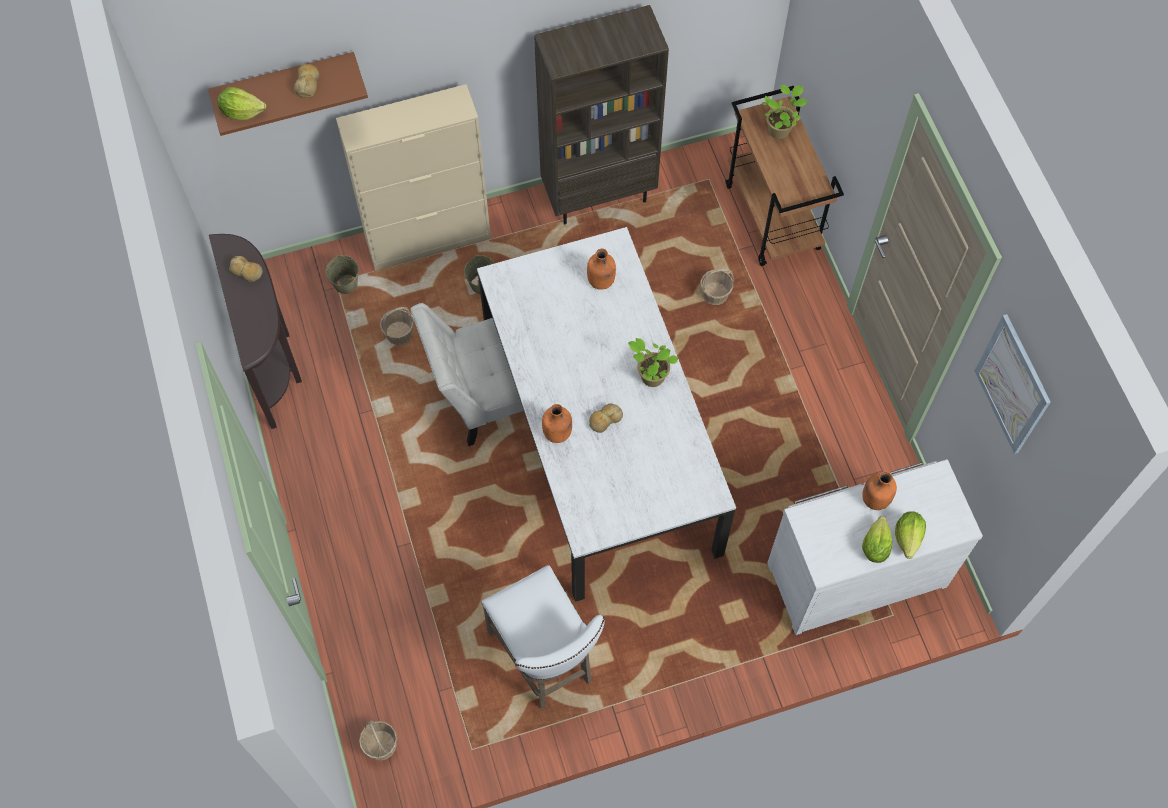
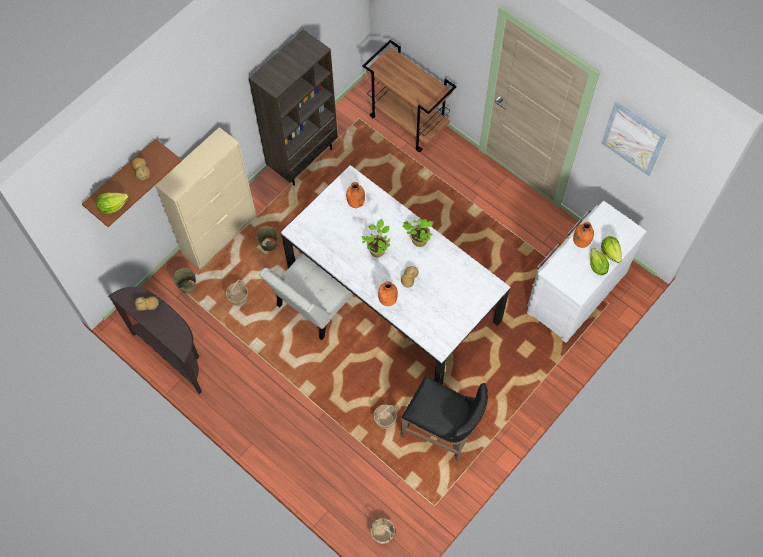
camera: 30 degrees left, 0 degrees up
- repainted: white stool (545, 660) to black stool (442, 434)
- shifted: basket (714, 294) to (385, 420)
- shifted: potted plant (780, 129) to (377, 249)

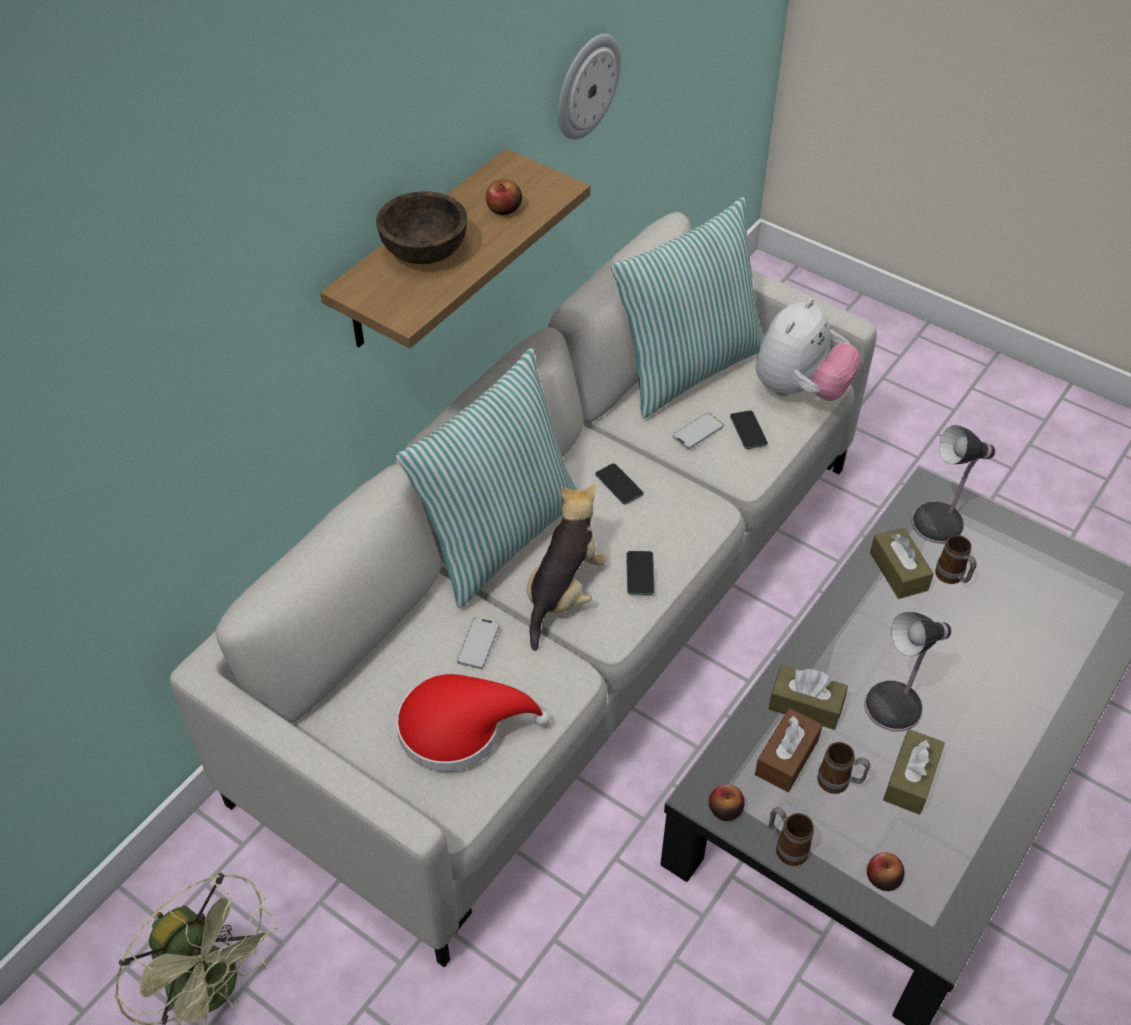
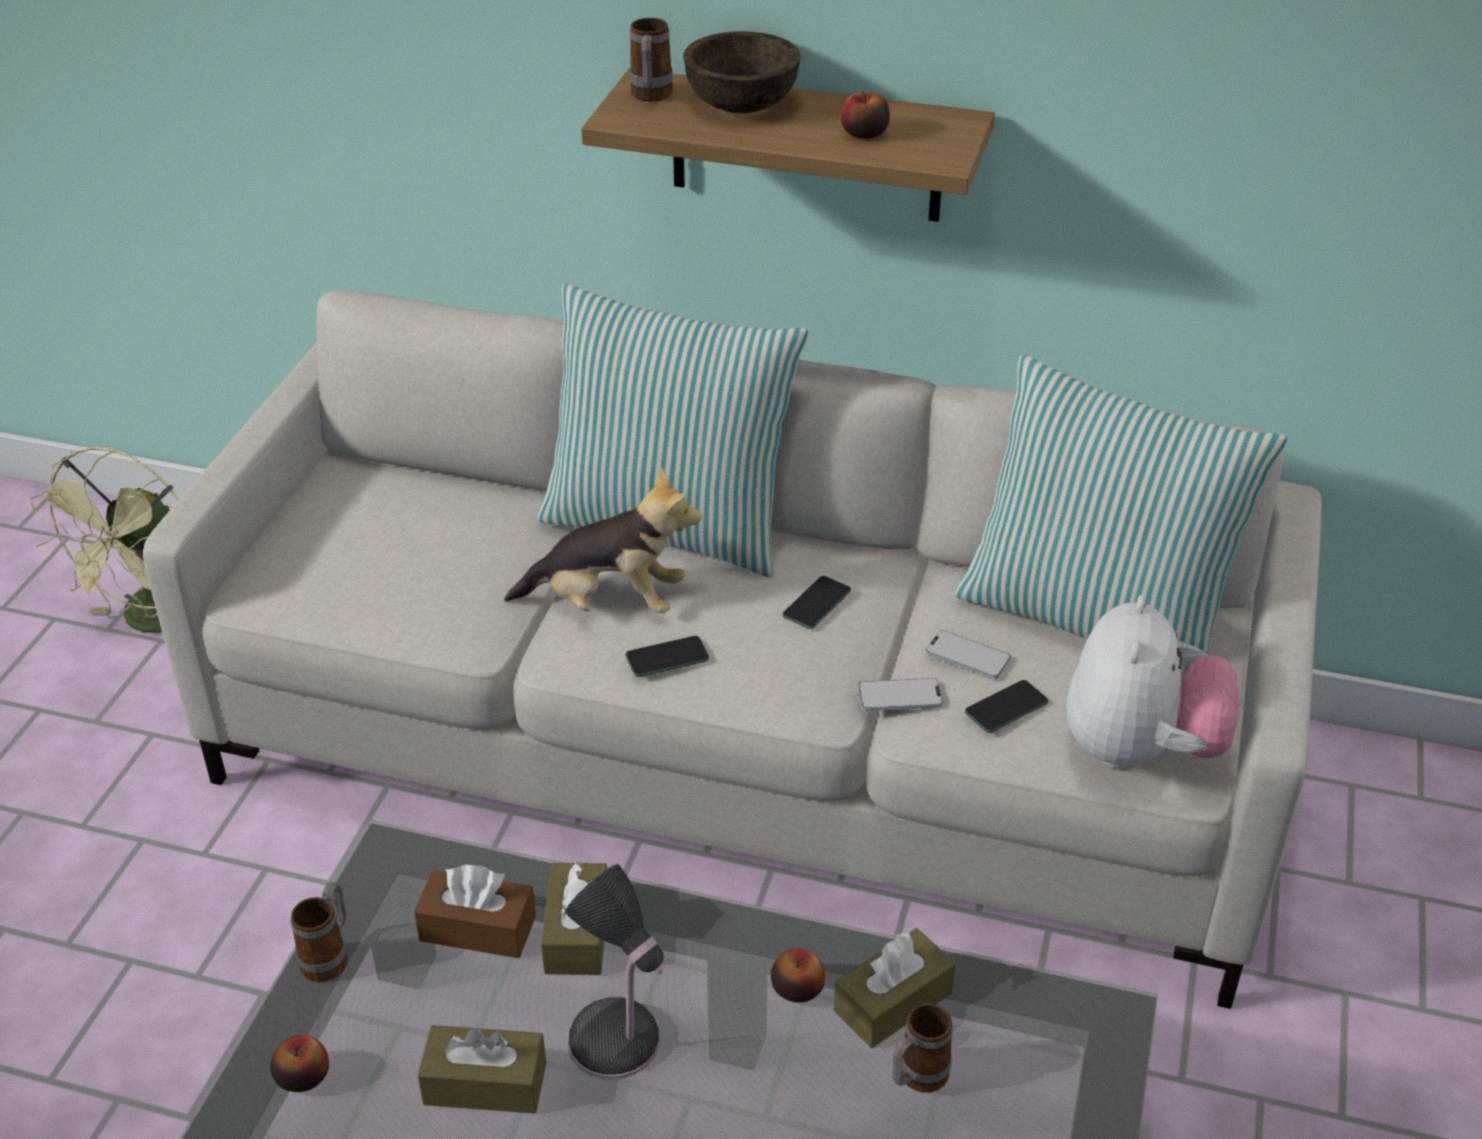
camera: 70 degrees right, 10 degrees down
- gone: red hat (459, 727)
- shifted: phone (478, 644) to (899, 696)
- gone: wall clock (586, 86)
- shifted: apple (725, 809) to (797, 988)
- rotated: plush toy (800, 390) = (1139, 749) 90 degrees counterclockwise
- shifted: mug (839, 783) to (650, 97)
- gone: table lamp (941, 523)

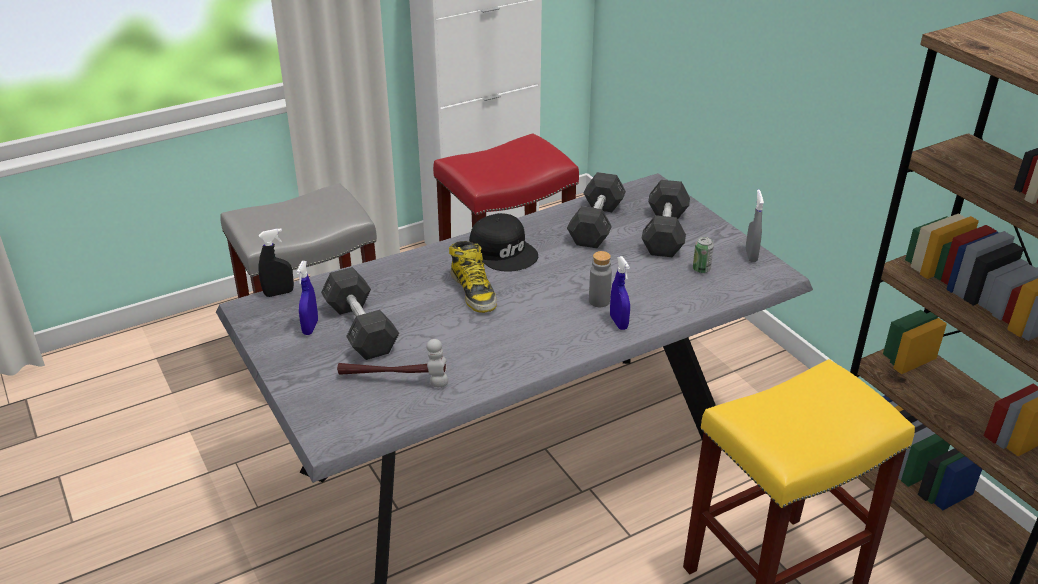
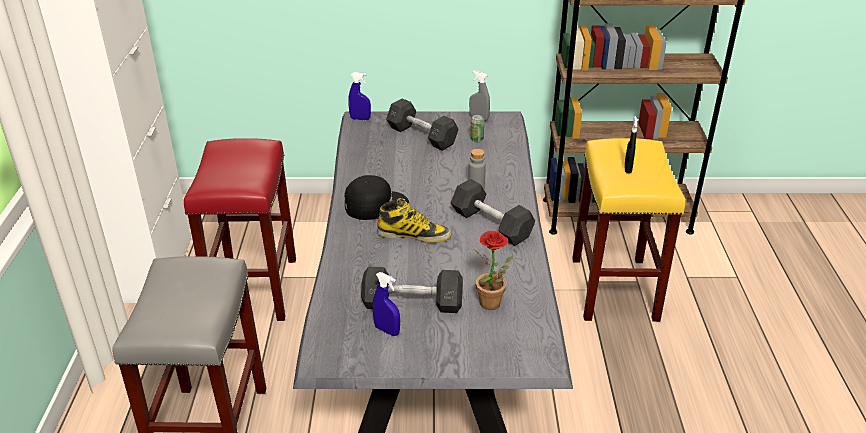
camera: 60 degrees left, 0 degrees up
- shifted: black spray bottle (279, 293) to (628, 168)
- swapped: hammer (394, 379) to potted plant (492, 306)
- shifted: grey dumbbell (596, 224) to (491, 225)
- shifted: blue spray bottle (618, 323) to (360, 119)

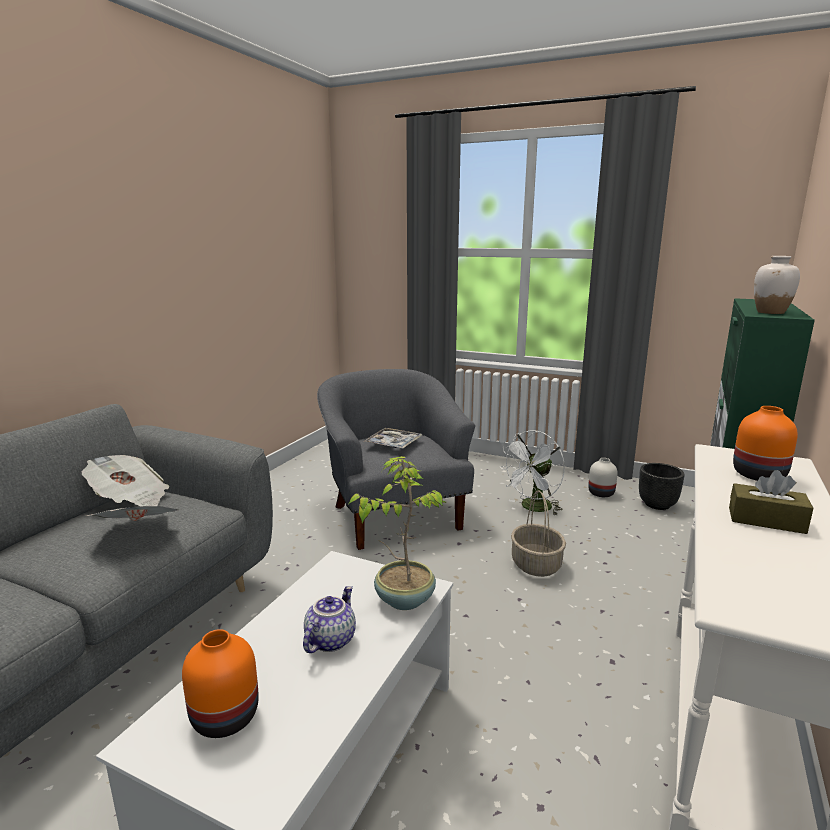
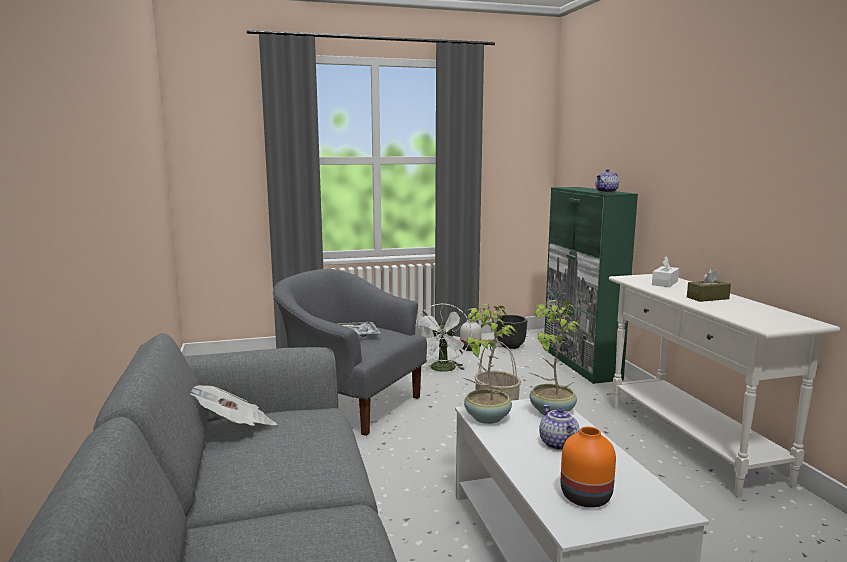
camera: 40 degrees left, 5 degrees down
- gone: newspaper (140, 533)
- swapped: orange vase (759, 475) to white tissue box (665, 283)
- swapped: white vase (771, 312) to teapot (606, 192)
- new: potted plant (486, 417)

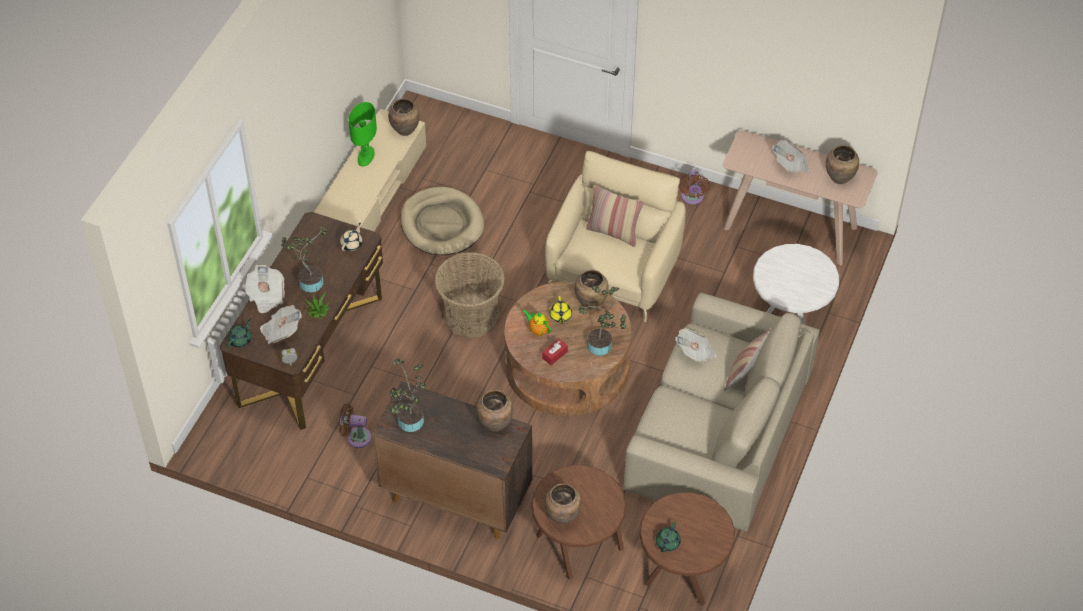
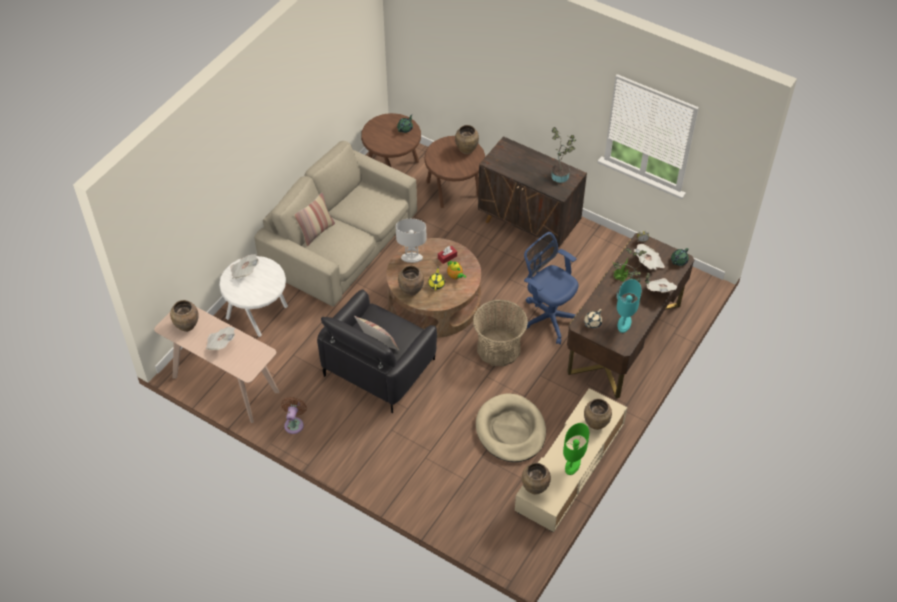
camera: 170 degrees left, 0 degrees up
- gone: brown fan (356, 437)
- shifted: brown vase (495, 424) to (596, 424)
- repainted: beige armchair (614, 272) to black armchair (379, 367)
- swapped: potted plant (602, 347) to white table lamp (411, 258)
- shifted: newspaper (695, 353) to (244, 271)
- new: blue office chair (548, 316)
- new: turquoise table lamp (624, 323)

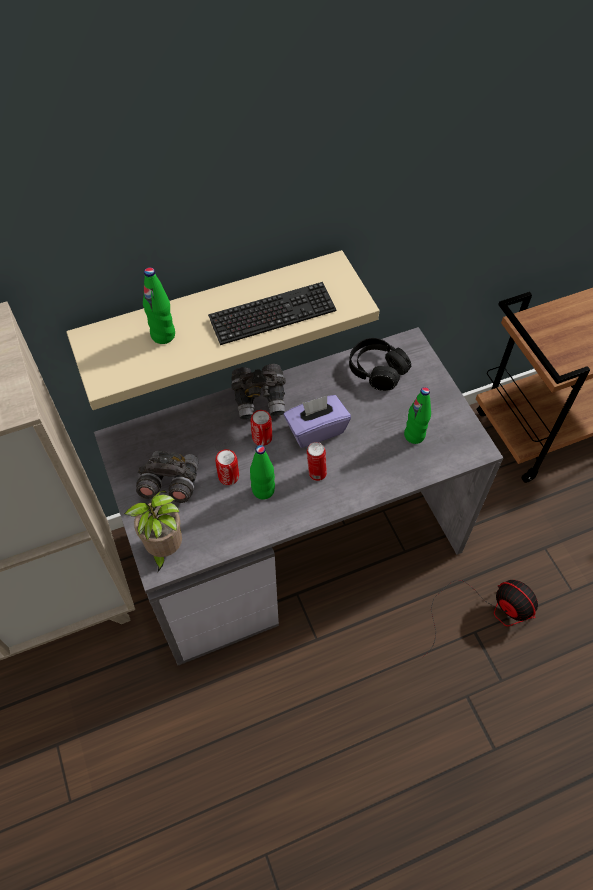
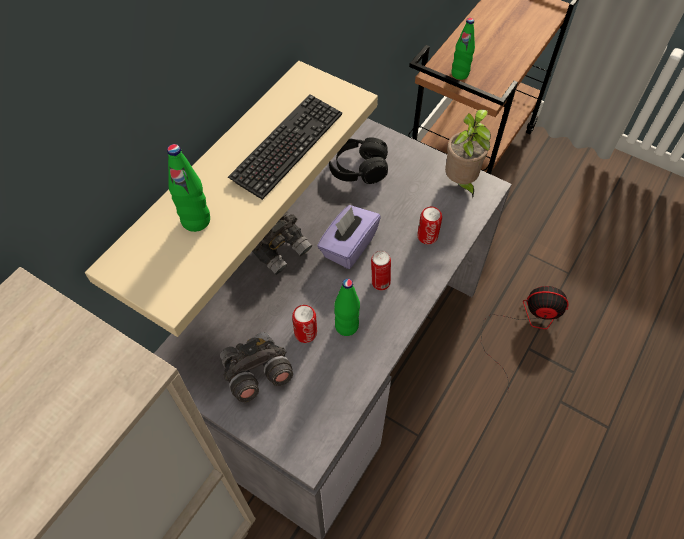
camera: 35 degrees left, 0 degrees up
- shifted: potted plant (164, 549) to (460, 183)
- shifted: can (262, 437) to (427, 236)
- shifted: green bottle (414, 435) to (459, 74)

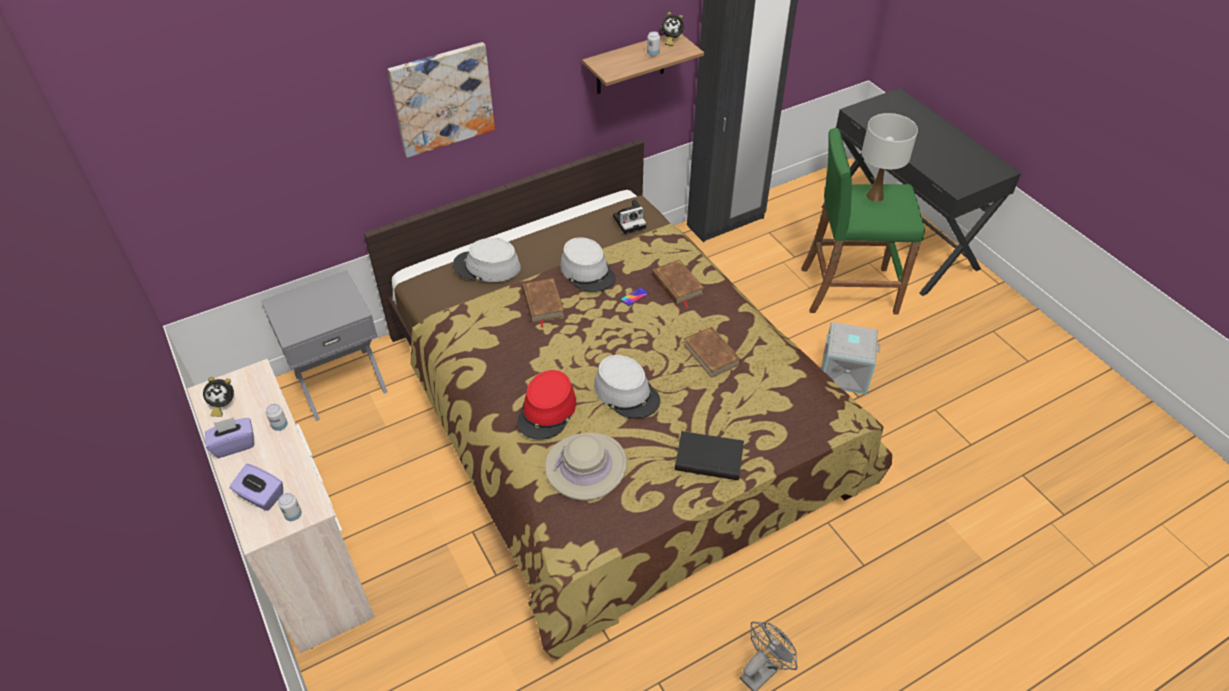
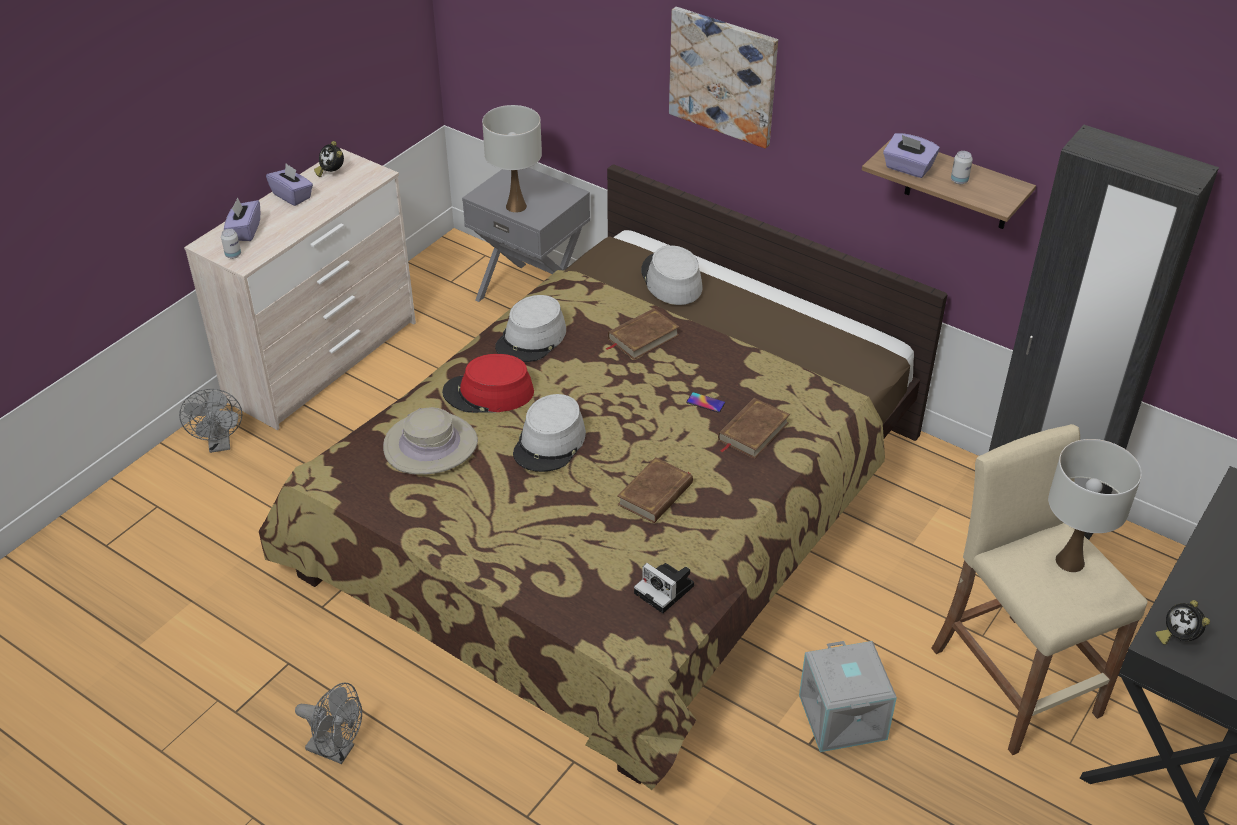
camera: 65 degrees right, 5 degrees down
- gone: can (280, 425)
- shifted: grey hat (588, 272) to (531, 339)
- shifted: photo camera (630, 221) to (666, 590)
- shifted: alarm clock (671, 40) to (1177, 637)
- gone: black book (709, 457)
- repainted: green stool (848, 290) to beige stool (1014, 681)
- new: grey fan (220, 444)
- new: white table lamp (516, 206)
- new: purple tissue box (908, 168)

